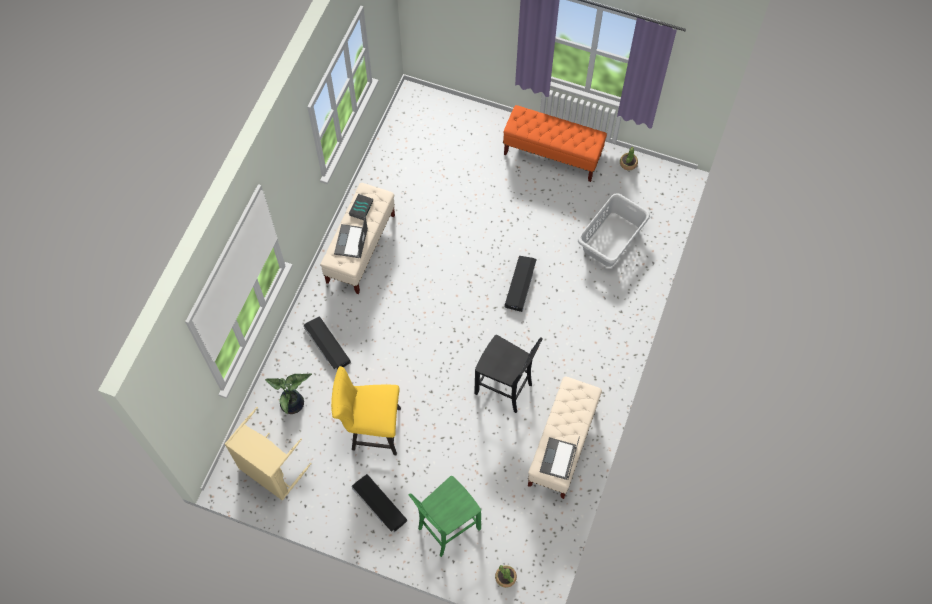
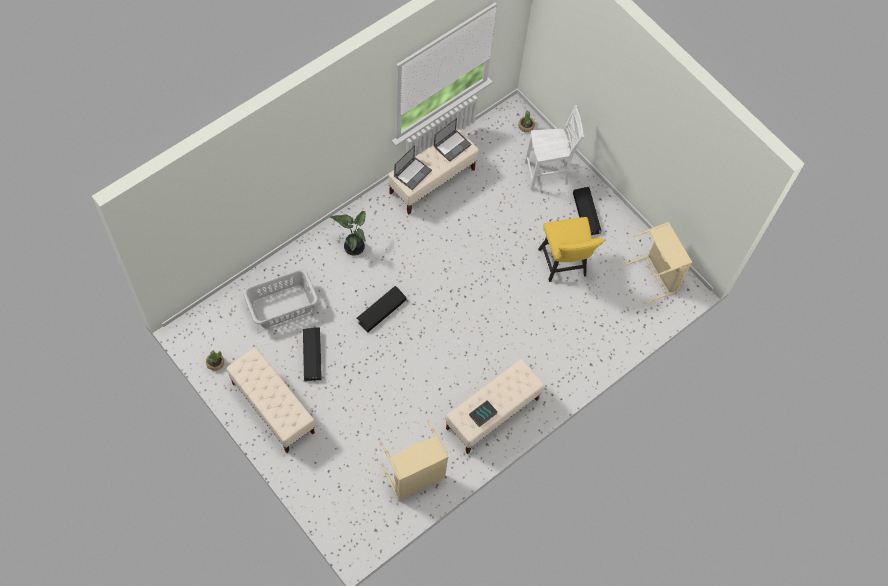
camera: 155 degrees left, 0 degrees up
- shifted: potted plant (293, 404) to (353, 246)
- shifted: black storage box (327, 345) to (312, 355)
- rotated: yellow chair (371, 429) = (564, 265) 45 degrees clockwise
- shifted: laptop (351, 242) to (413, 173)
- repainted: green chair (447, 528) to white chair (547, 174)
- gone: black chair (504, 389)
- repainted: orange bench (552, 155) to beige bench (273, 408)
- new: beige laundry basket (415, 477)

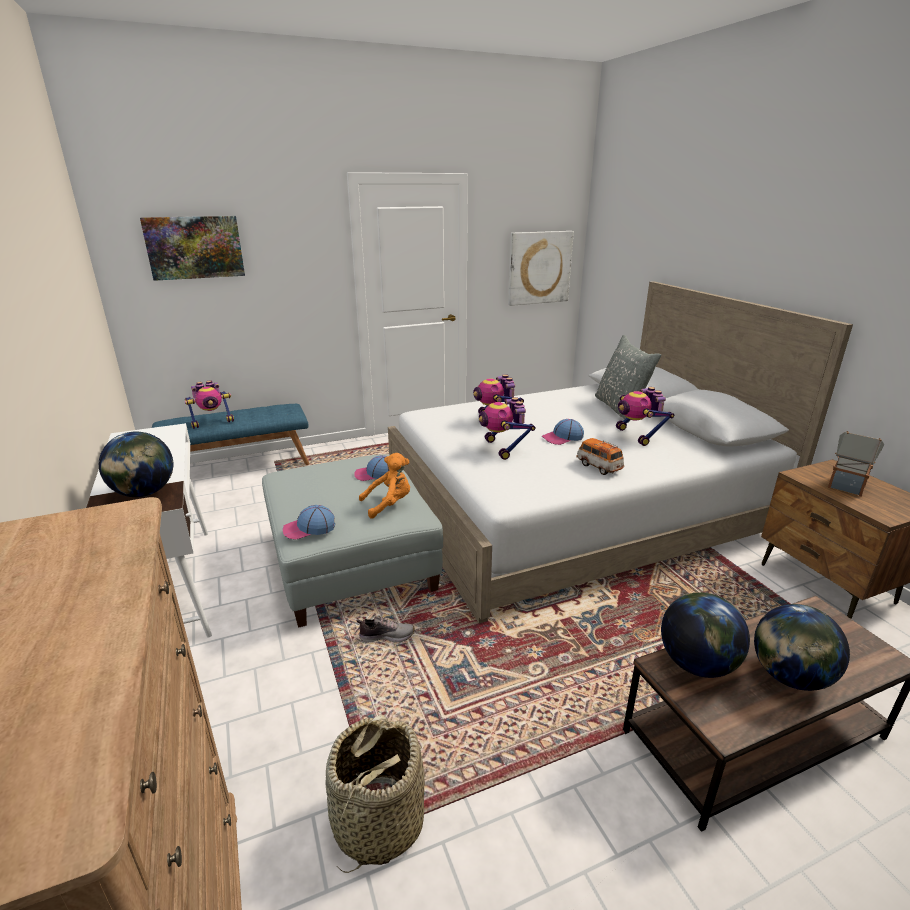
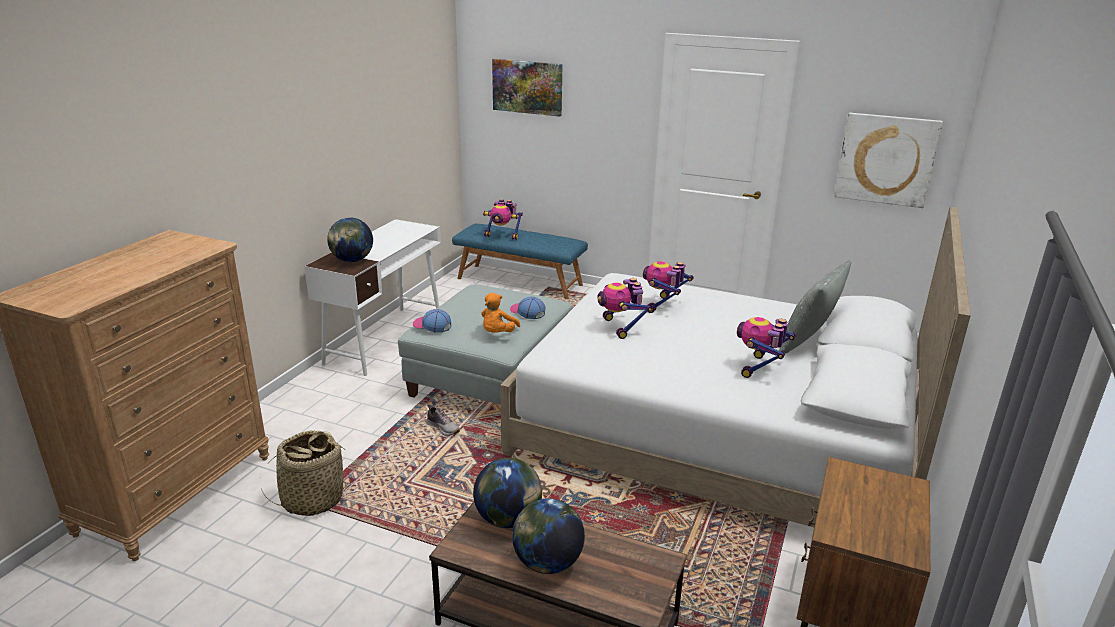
camera: 45 degrees right, 0 degrees up
- rotated: orange plush toy (389, 504) = (498, 333) 90 degrees clockwise
- rotated: toy robot (503, 448) = (620, 327) 45 degrees counterclockwise
- gone: cap (562, 438)
- gone: toy car (599, 467)
- gone: toy house (845, 486)

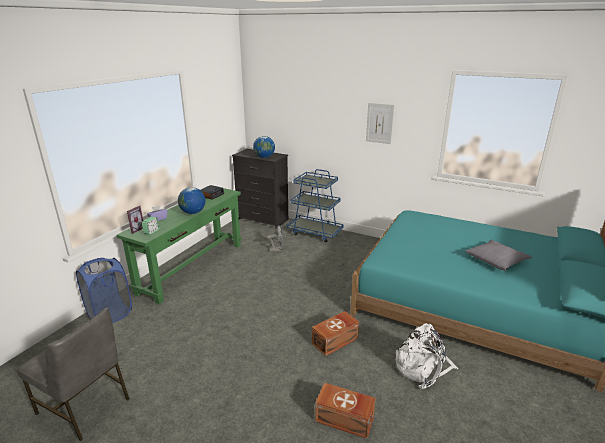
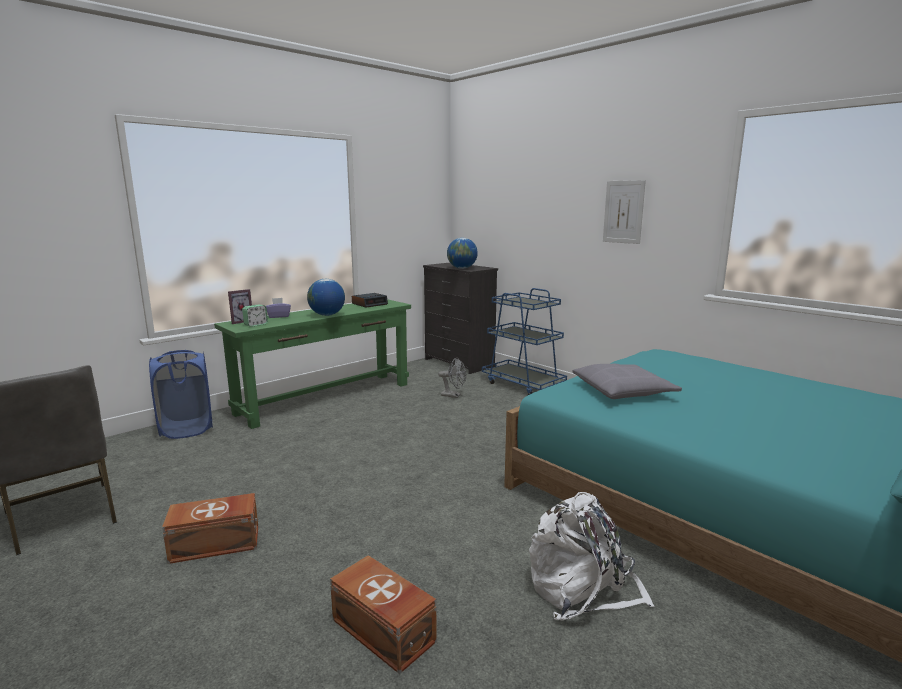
camera: 20 degrees right, 10 degrees down
- shifted: brown storage box (336, 341) to (216, 544)
- shifted: grey pillow (496, 260) to (623, 391)

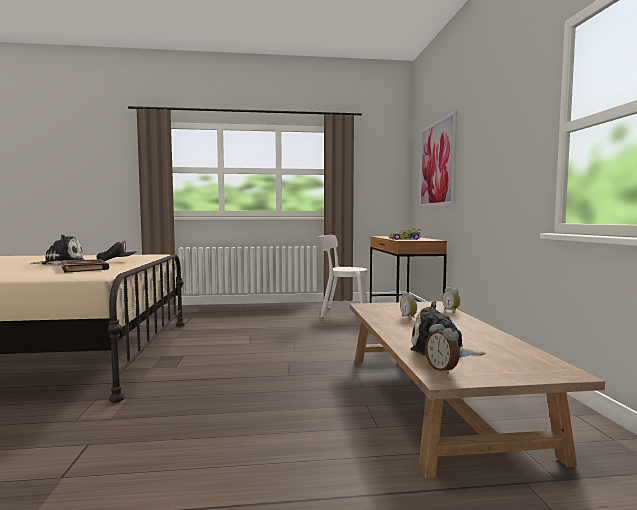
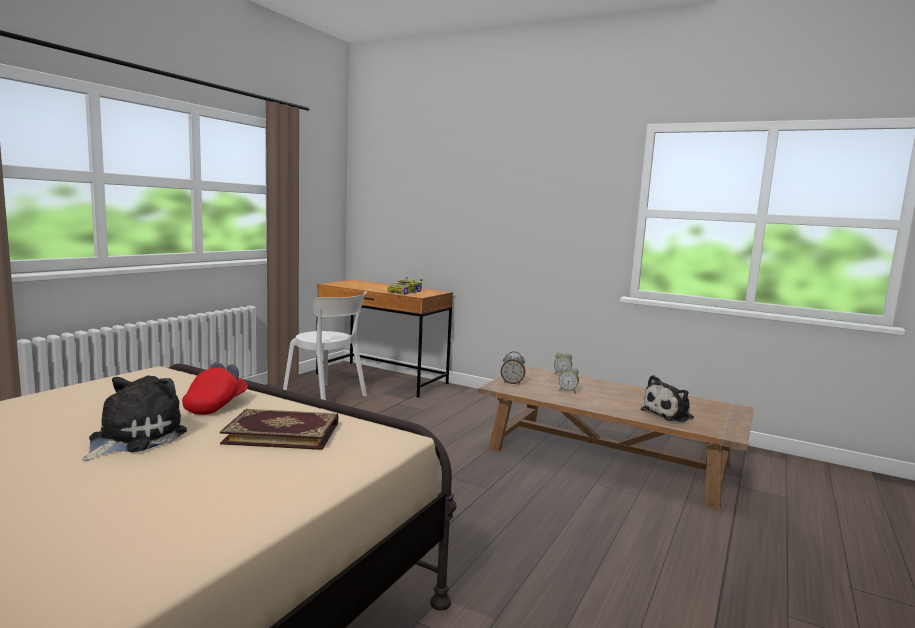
camera: 55 degrees left, 5 degrees up
- repainted: black cap (117, 261) to red cap (216, 405)
- rotated: white chair (342, 312) = (327, 397) 105 degrees counterclockwise
- gone: picture (437, 164)
- shifted: alarm clock (442, 369) to (512, 383)

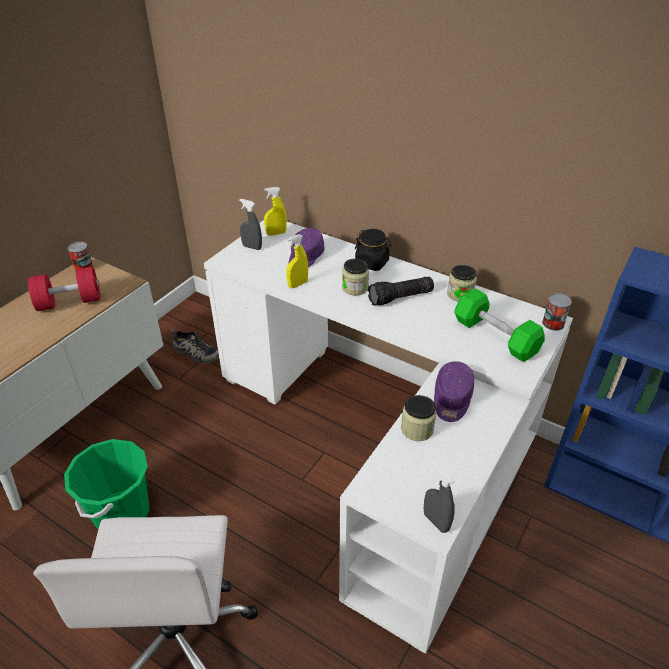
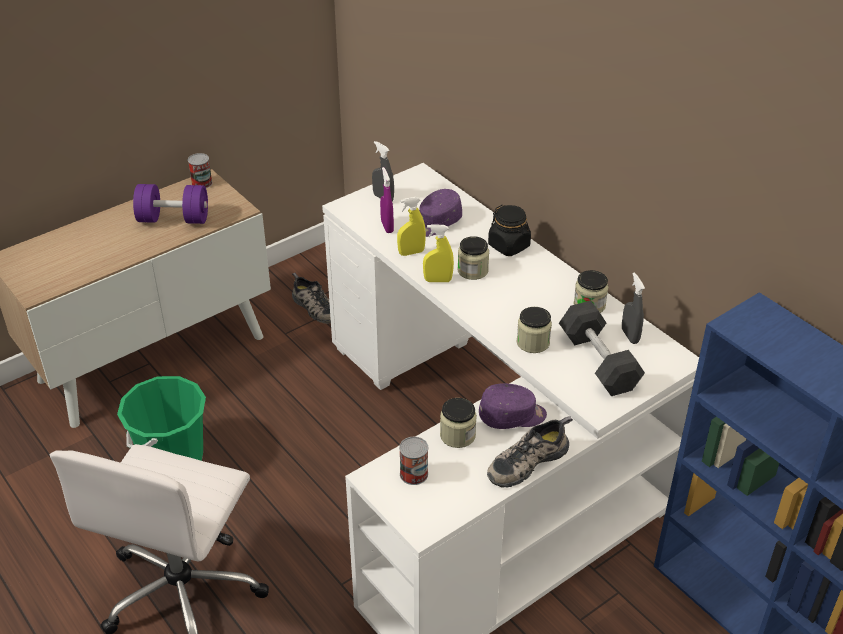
camera: 20 degrees right, 0 degrees up
- repainted: red dumbbell (70, 302) to purple dumbbell (173, 219)
- shifted: yellow spray bottle (276, 233) to (438, 280)
- gone: flashlight (400, 298)
- shifted: grey spray bottle (436, 522) to (630, 336)
- rotated: purple cap (451, 400) = (512, 416) 135 degrees counterclockwise
- repainted: green dumbbell (495, 336) to black dumbbell (598, 362)
- shifted: can (553, 323) to (414, 474)
- new: purple spray bottle (387, 227)
- new: shoe (527, 460)
- new: jar (533, 342)

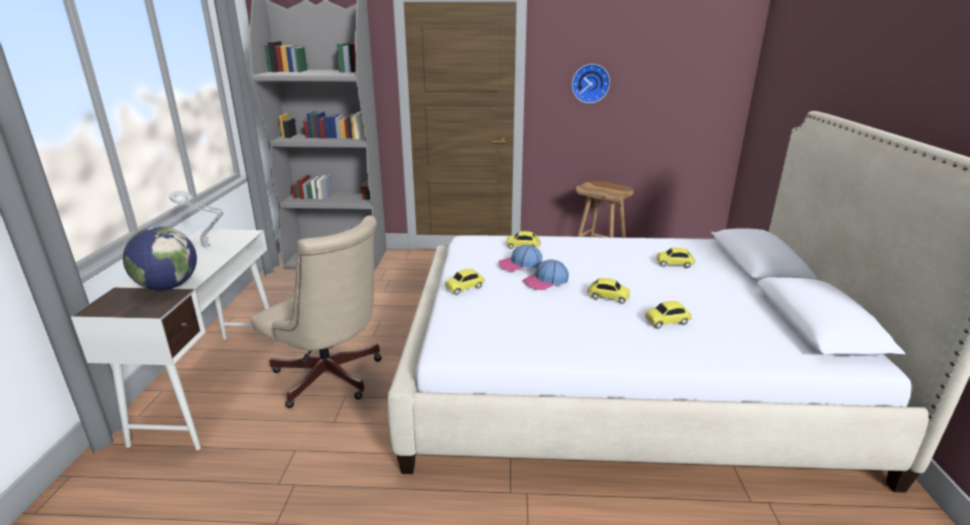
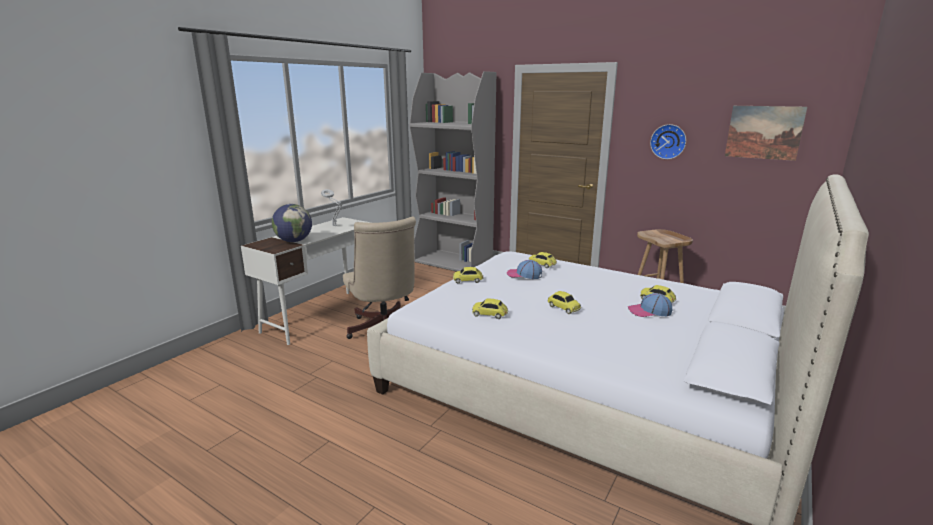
camera: 30 degrees right, 5 degrees down
- shifted: cap (545, 281) to (649, 311)
- shifted: toy car (667, 321) to (490, 314)
- new: picture (764, 132)

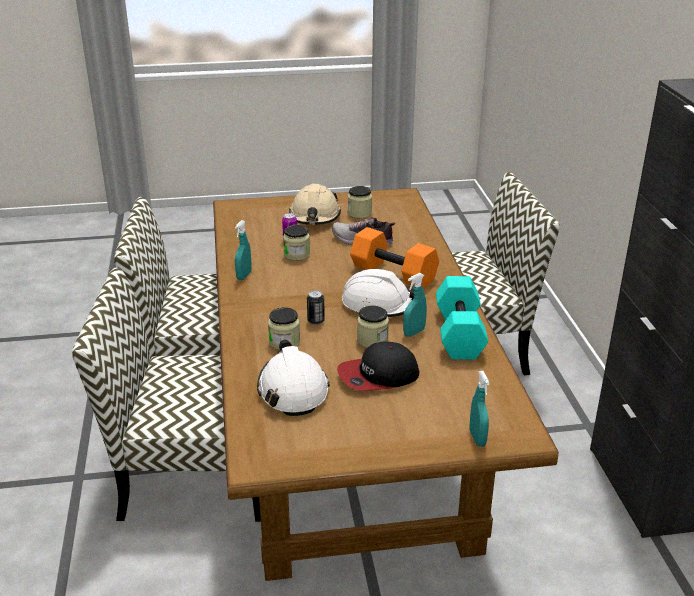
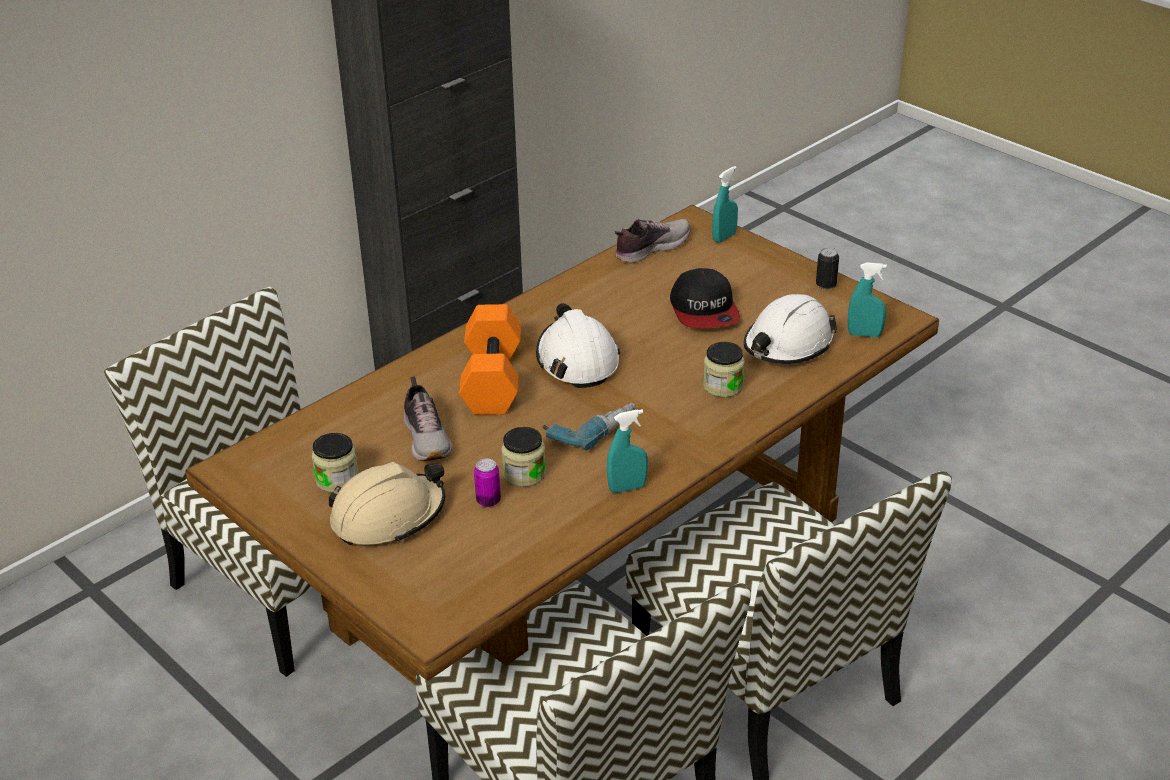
camera: 125 degrees left, 5 degrees up
- shifted: can (316, 321) to (826, 285)
- rotated: cap (378, 376) = (704, 310) 45 degrees clockwise
- gone: jar (372, 340)
- shifted: turquoise spray bottle (414, 332) to (864, 334)
- gone: turquoise dumbbell (457, 333)
- new: power drill (590, 428)
- new: shoe (650, 248)

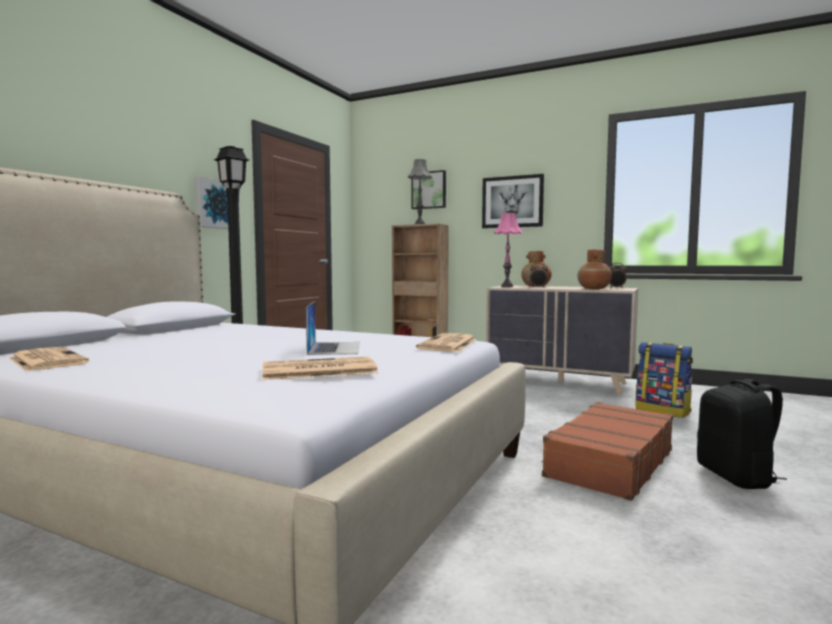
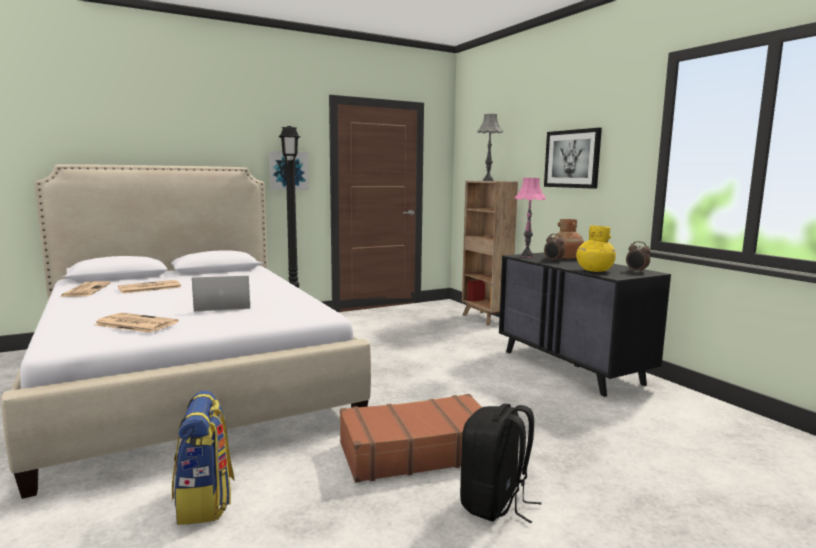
camera: 35 degrees right, 5 degrees up
- rotated: laptop (334, 348) = (223, 305) 135 degrees counterclockwise
- gone: picture (429, 190)
- shifted: newspaper (448, 344) to (149, 288)
- repainted: beige dresser (560, 382) to black dresser (571, 367)
- repainted: brown vase (593, 289) to yellow vase (594, 270)
- shifted: backpack (663, 411) to (205, 502)

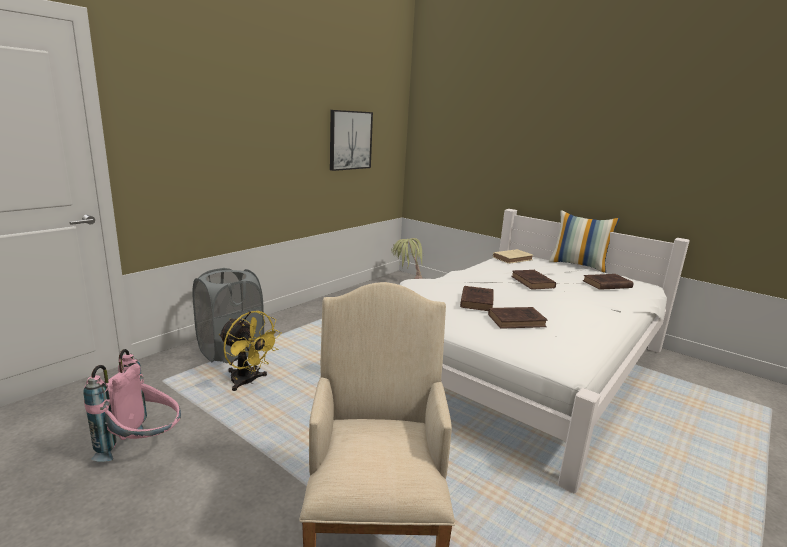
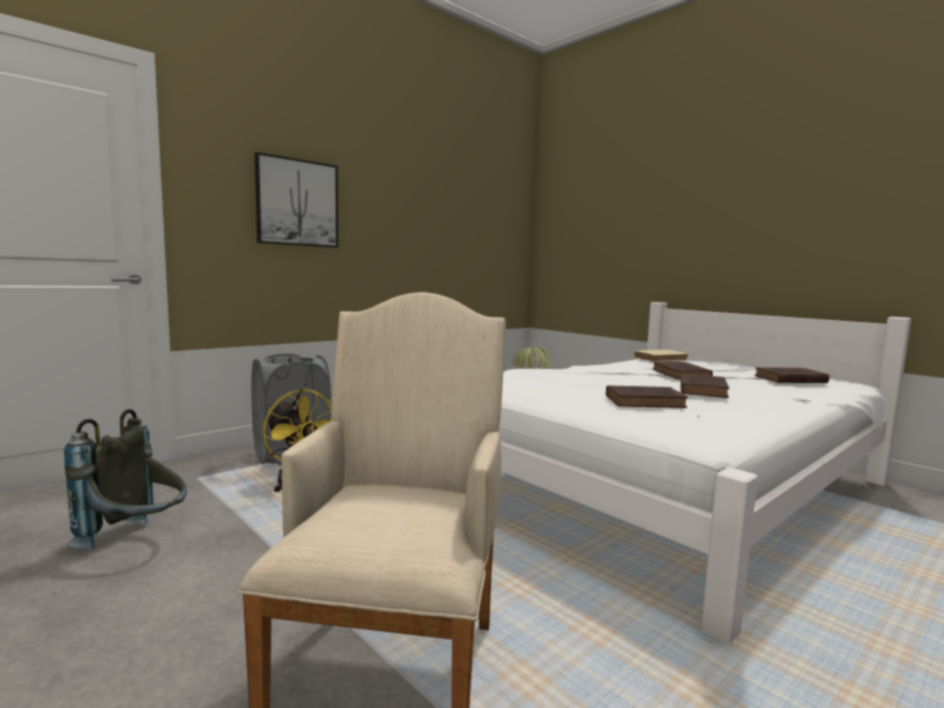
camera: 10 degrees right, 10 degrees down
- repainted: pink backpack (143, 448) to grey backpack (137, 541)
- shifted: picture (350, 140) to (297, 203)
- shifted: brown book (477, 301) to (702, 389)
- gone: pillow (578, 265)

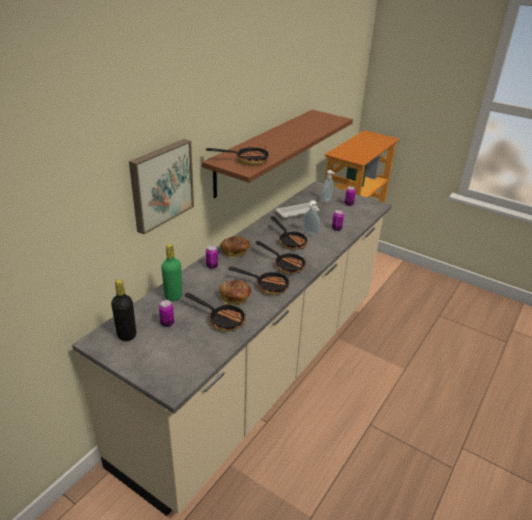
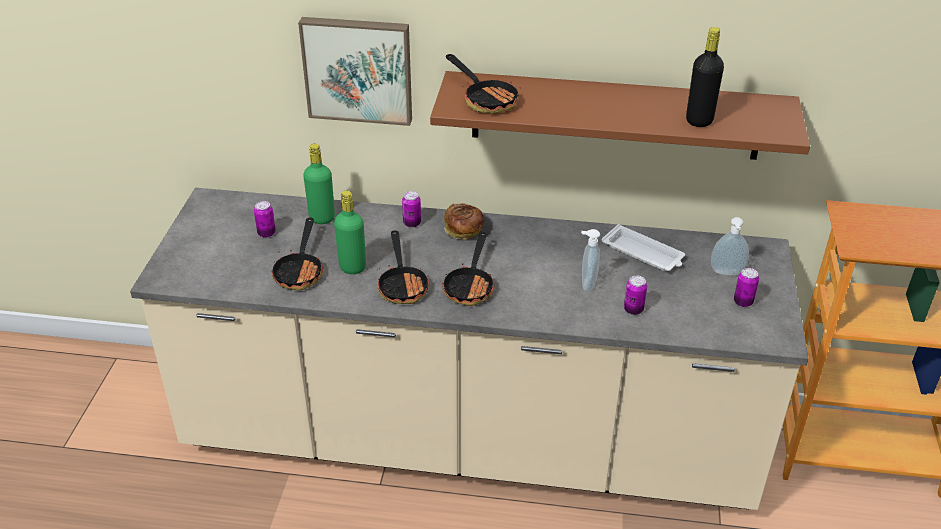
camera: 65 degrees right, 5 degrees up
- shifted: black bottle (127, 335) to (699, 120)
- swapped: bread (235, 298) to green bottle (352, 267)
- gone: frying pan (290, 241)

